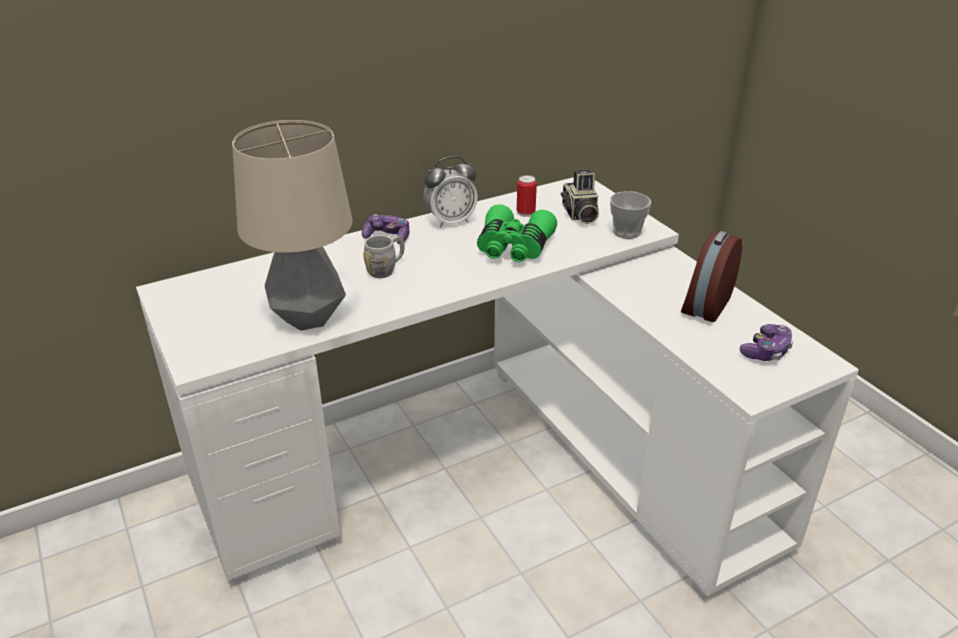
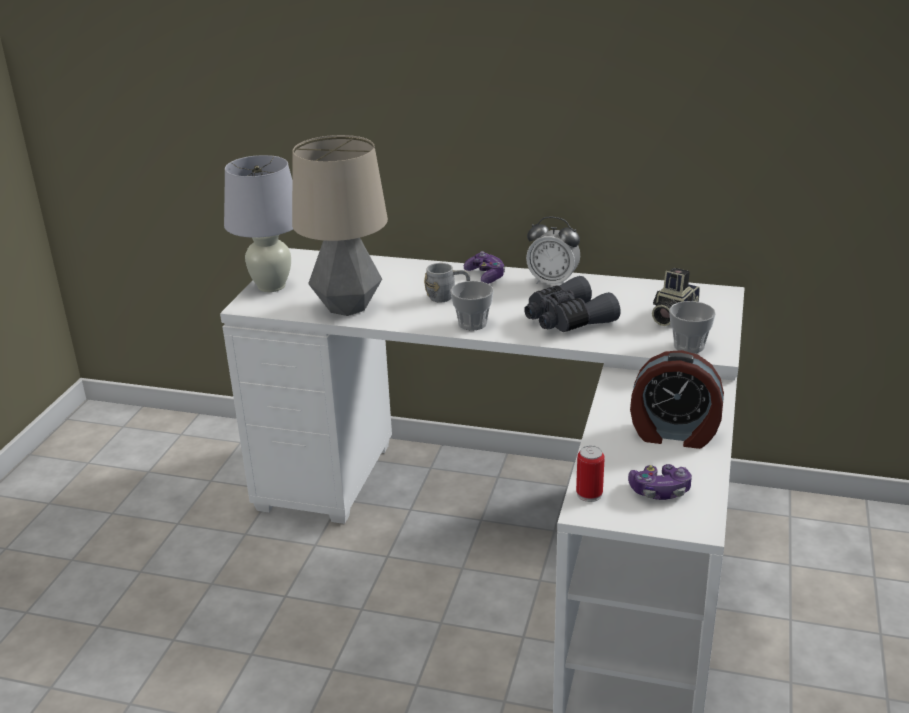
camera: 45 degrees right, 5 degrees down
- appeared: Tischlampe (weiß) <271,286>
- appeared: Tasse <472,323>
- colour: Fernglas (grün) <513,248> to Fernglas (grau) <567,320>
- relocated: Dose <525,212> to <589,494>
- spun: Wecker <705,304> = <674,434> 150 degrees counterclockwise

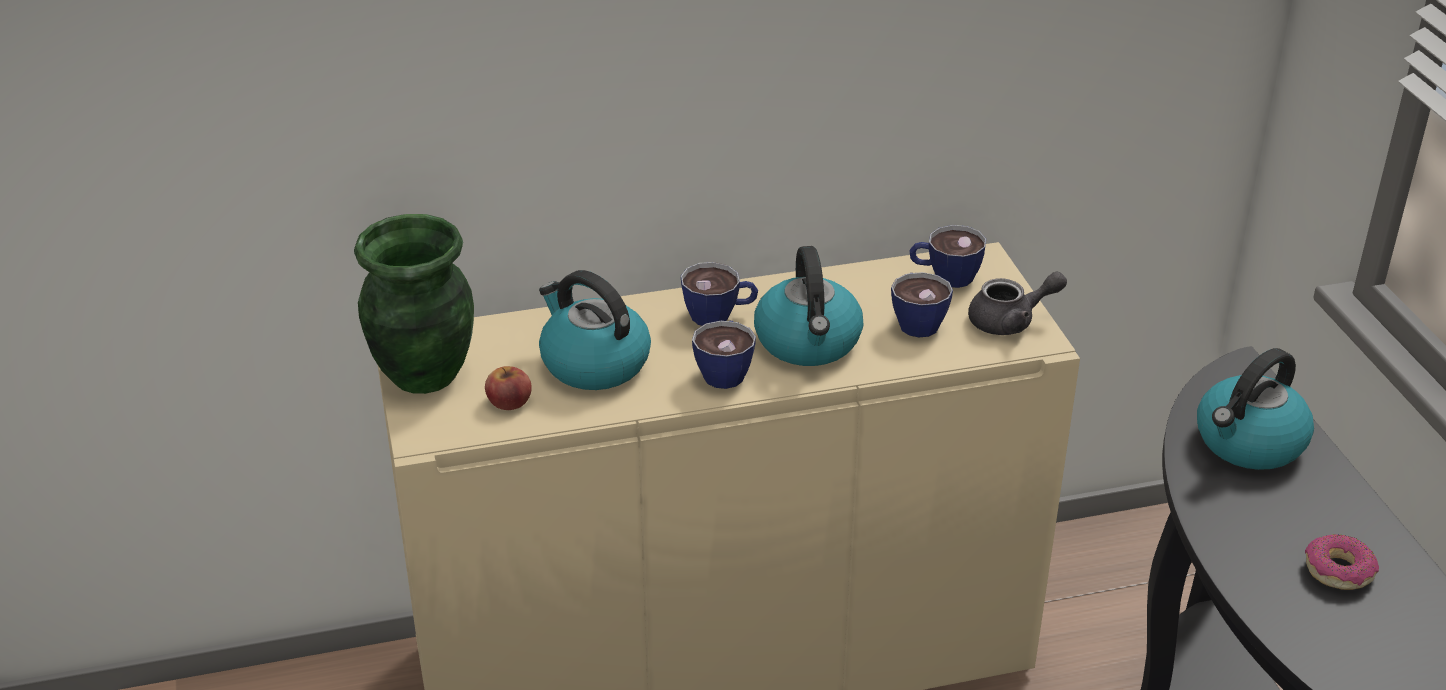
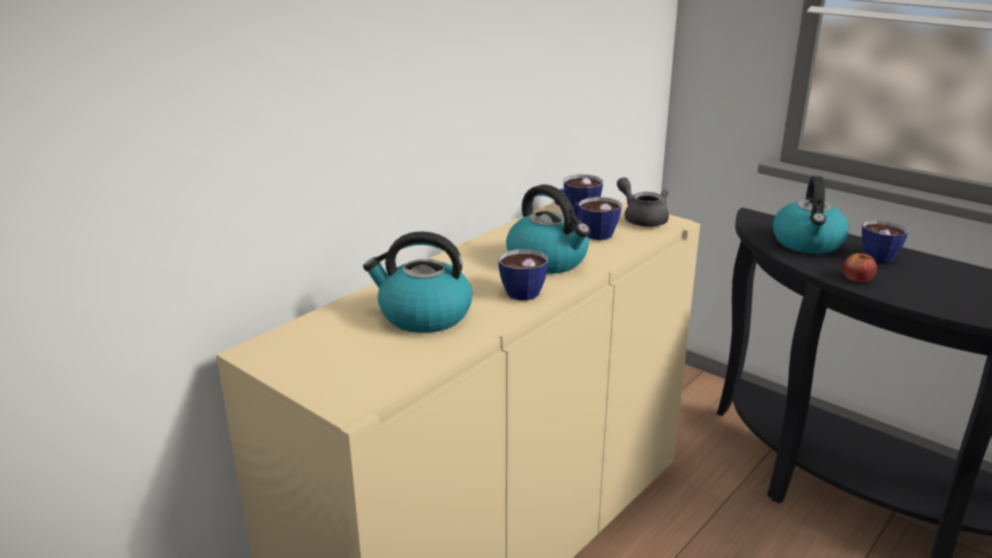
camera: 35 degrees left, 10 degrees down
- spun: Teekanne (grau) <1010,321> = <642,218> 75 degrees counterclockwise
- relocated: Apfel <509,401> to <857,278>
- relocated: Tasse <719,315> to <881,255>
- missing: Vase (grün) <423,375>
- missing: Donut <1338,571>

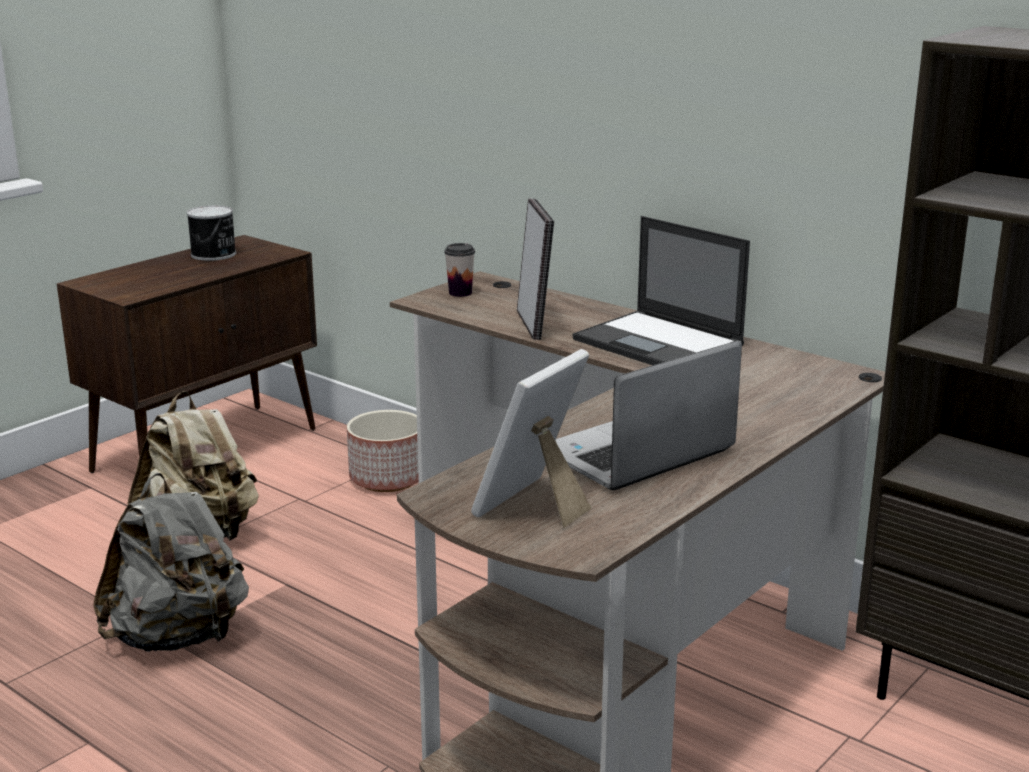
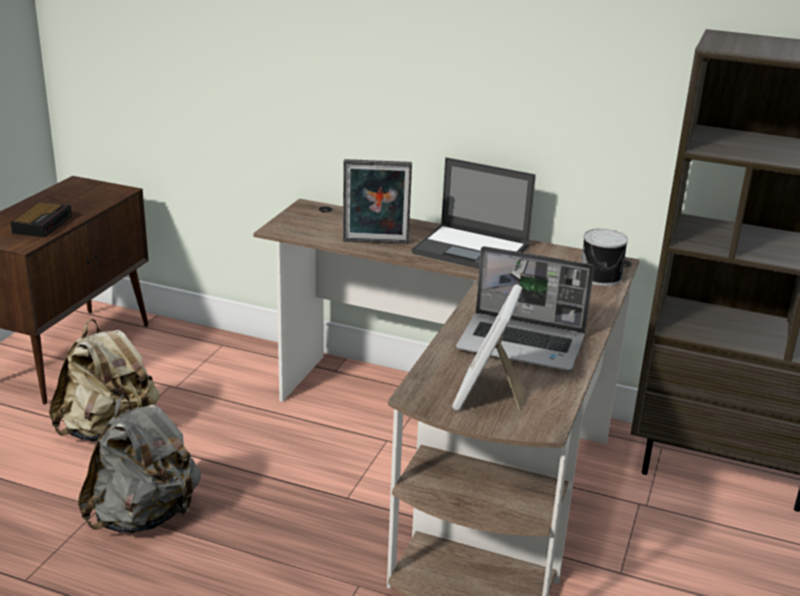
camera: 20 degrees left, 5 degrees up
- appeared: Wecker <43,224>
- spun: Bilderrahmen <534,325> = <375,243> 120 degrees clockwise
- spun: Laptop <636,454> = <523,344> 105 degrees counterclockwise
- relocated: Dose <214,254> to <601,276>
- missing: Pflanzkübel <386,478>
- missing: Tasse <460,293>

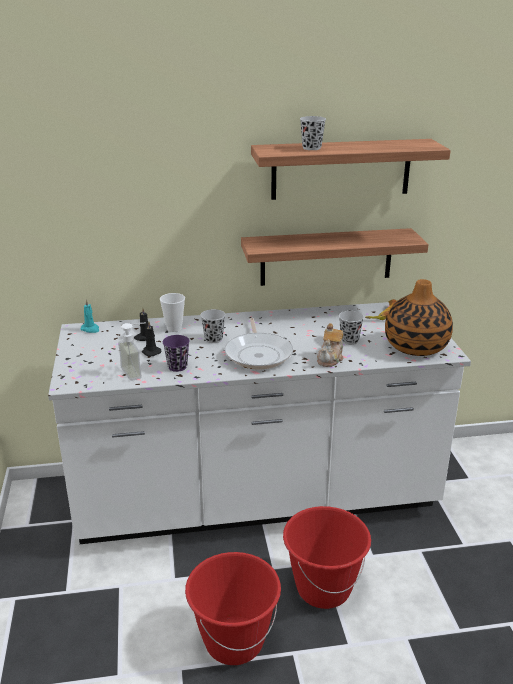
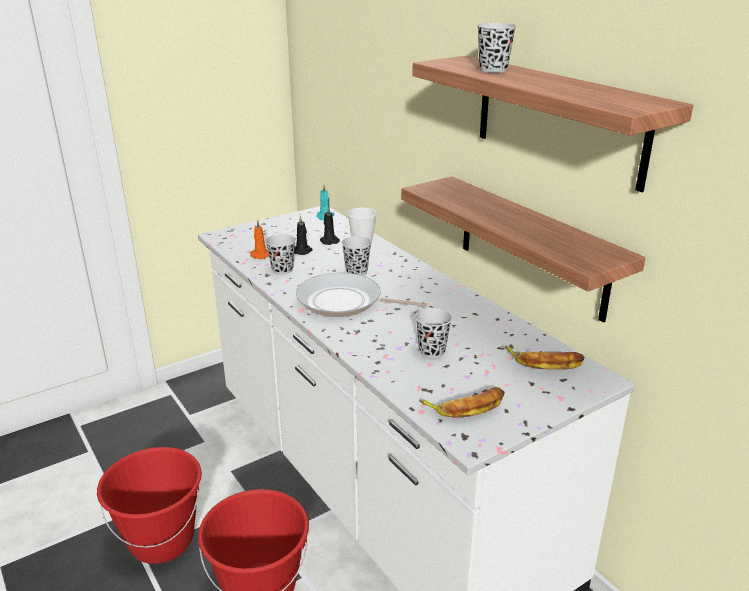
camera: 65 degrees right, 0 degrees up
- exchanged: Seifenspender <137,371> to Kerze (orange) <259,255>
- colour: Tasse (lila) <177,367> to Tasse (schwarz) <282,269>
- spun: Pfanne <258,354> = <344,302> 45 degrees clockwise
- exchanged: Vase <415,346> to Banane <466,406>
- missing: Teekanne <330,358>

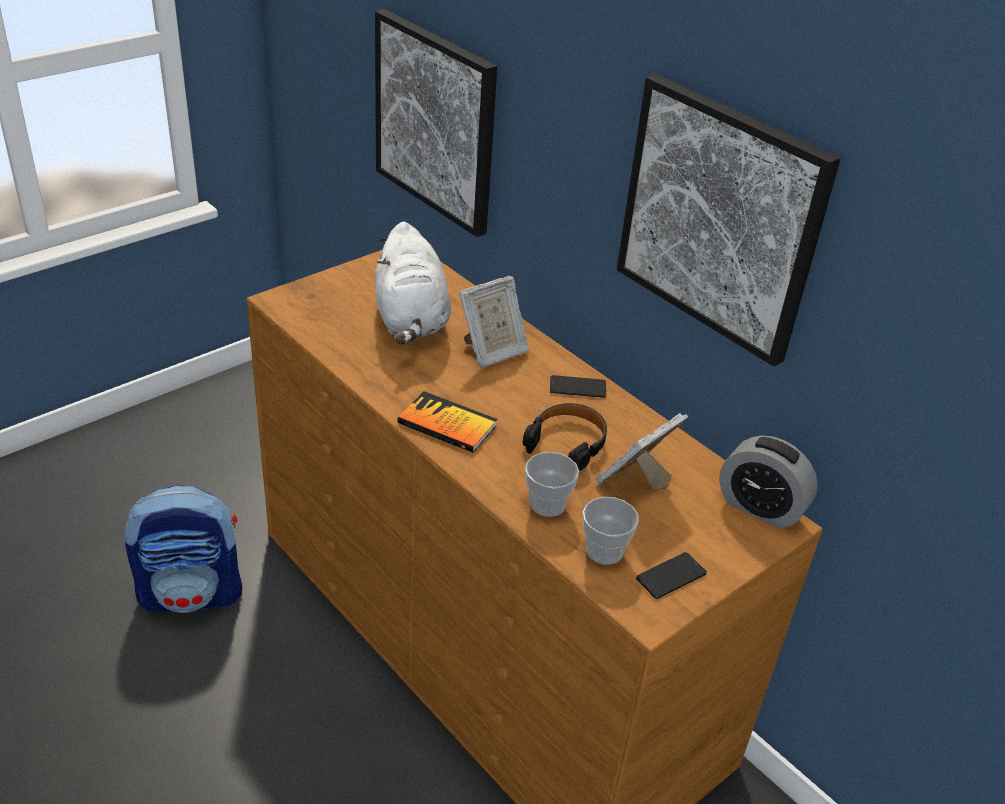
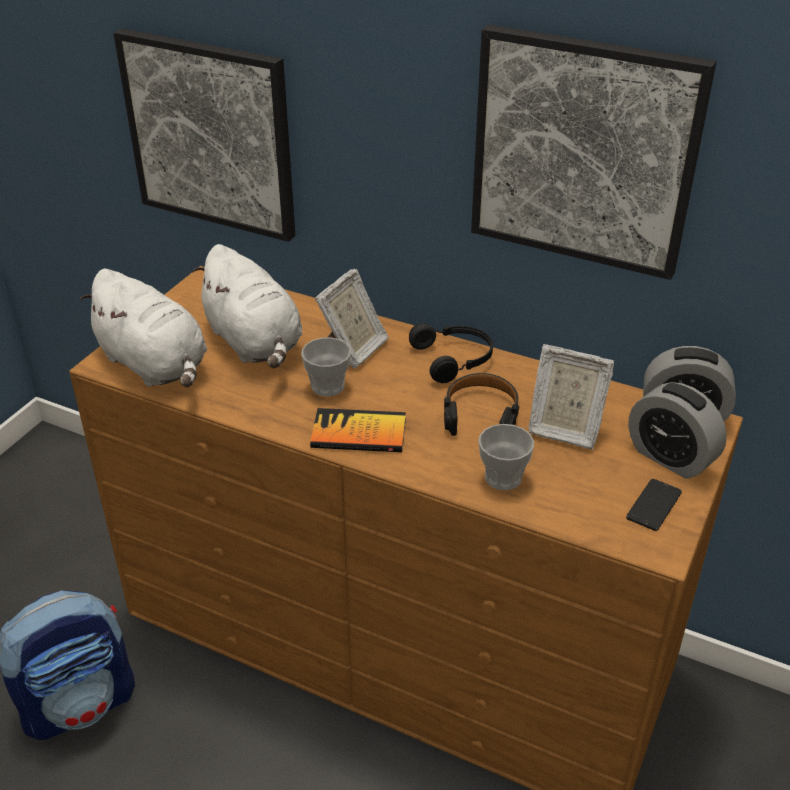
camera: 20 degrees left, 0 degrees up
- appeared: Plüschtier (weiß) <155,365>
- relocated: Tasse <604,551> to <328,386>
- exchanged: Handy <577,387> to Kopfhörer (schwarz) <454,359>
- spun: Bilderrahmen <635,481> = <563,429> 90 degrees counterclockwise
- appeared: Wecker <670,457>

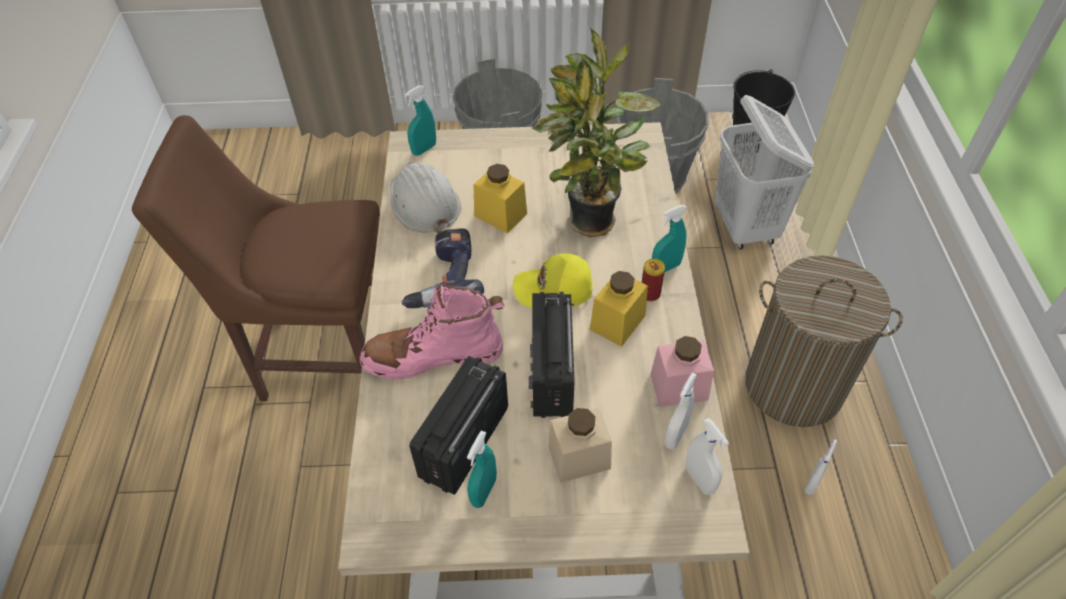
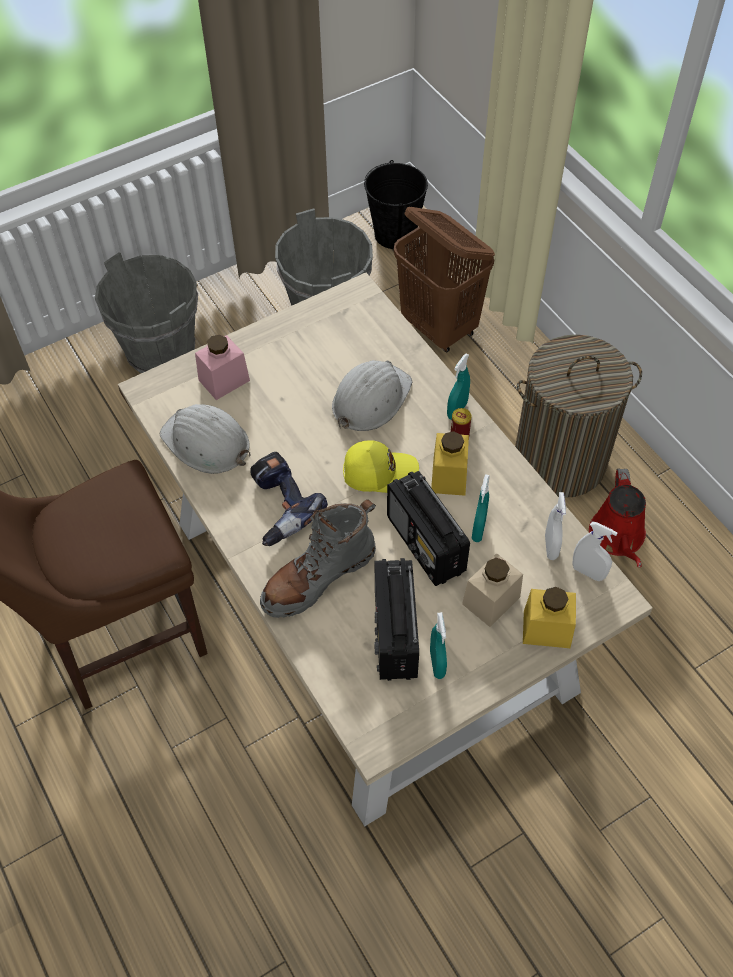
camera: 30 degrees left, 5 degrees up
- relocated: Vorratsglas (rosa) <679,387> to <224,380>
- colour: Stiefel (rosa) <433,356> to Stiefel (grau) <318,577>
- exchanged: Topfpflanze <590,225> to Schutzhelm (weiß) <370,399>
- spun: Kappe (gelb) <554,290> = <379,471> 150 degrees counterclockwise
- colour: Wäschekorb (weiß) <745,227> to Wäschekorb (braun) <439,328>
- relocated: Sprühflasche (türkis) <424,149> to <478,529>
- relocated: Vorratsglas (gelb) <500,215> to <546,629>
- exchanged: Sprühflasche (weiß) <812,484> to Gießkanne (rot) <617,537>

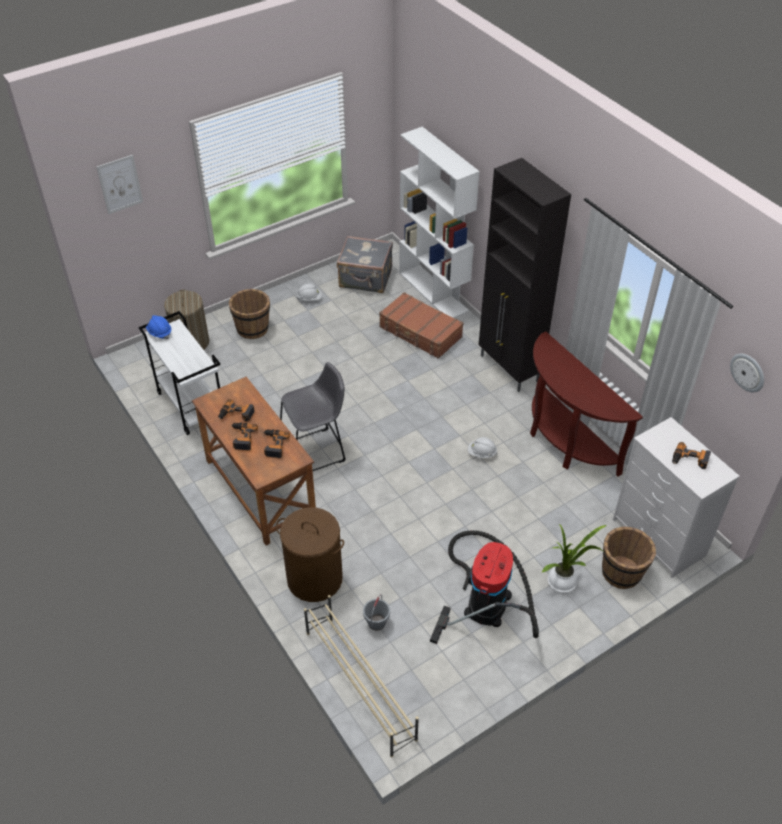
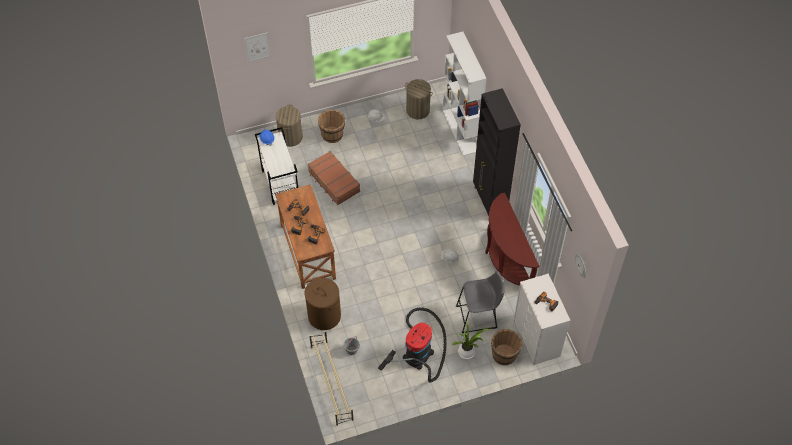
camera: 15 degrees right, 10 degrees up
- relocated: Koffer (braun) <420,332> to <334,182>
- exchanged: Koffer (grau) <365,279> to Wäschekorb <418,110>
- relocated: Hocker (grau) <315,452> to <479,317>

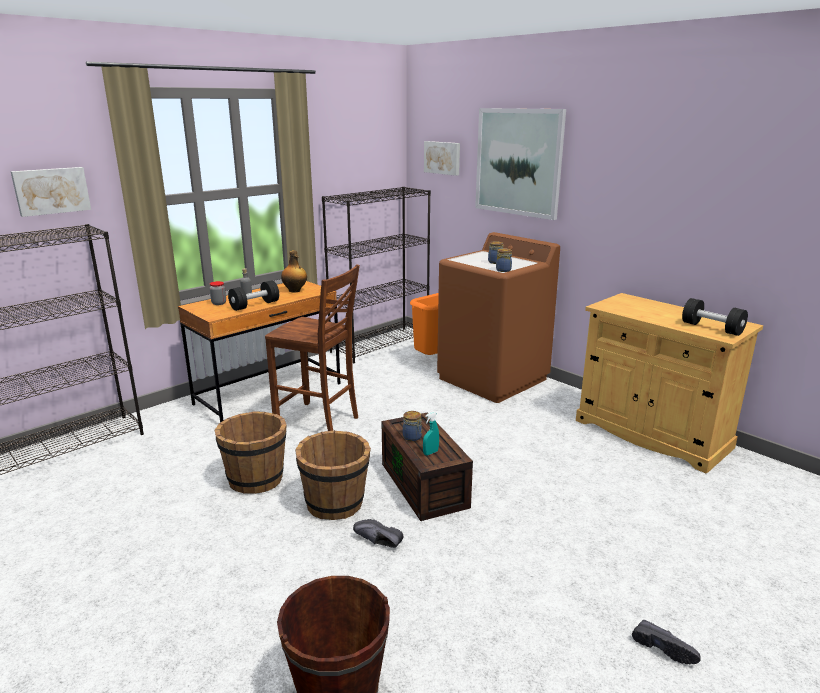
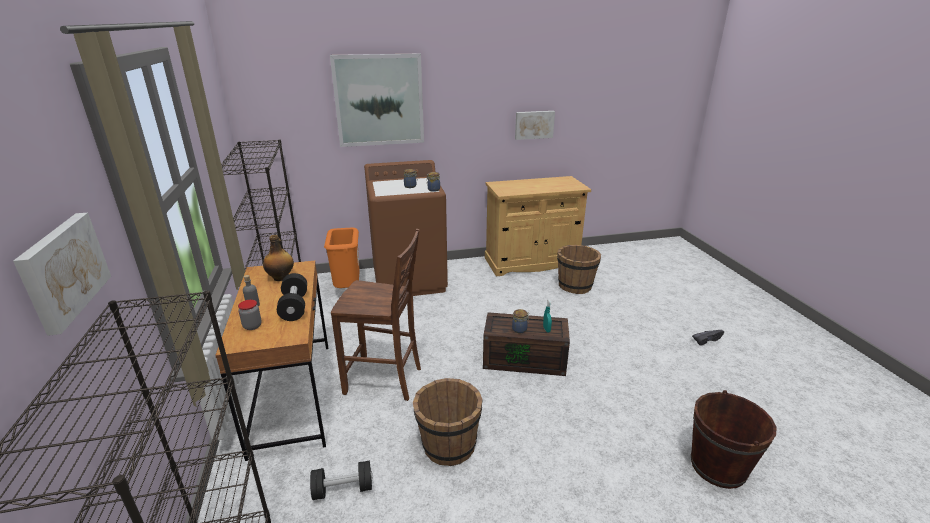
camera: 60 degrees left, 5 degrees up
- relocated: Hantel (schwarz) <712,328> to <343,489>
- spun: Stuhl (braun) <319,422> = <385,380> 45 degrees clockwise
- relocated: Bild <442,157> to <534,124>
- relocated: Eimer (braun) <335,503> to <575,286>
- missing: Schuh (schwarz) <377,543>

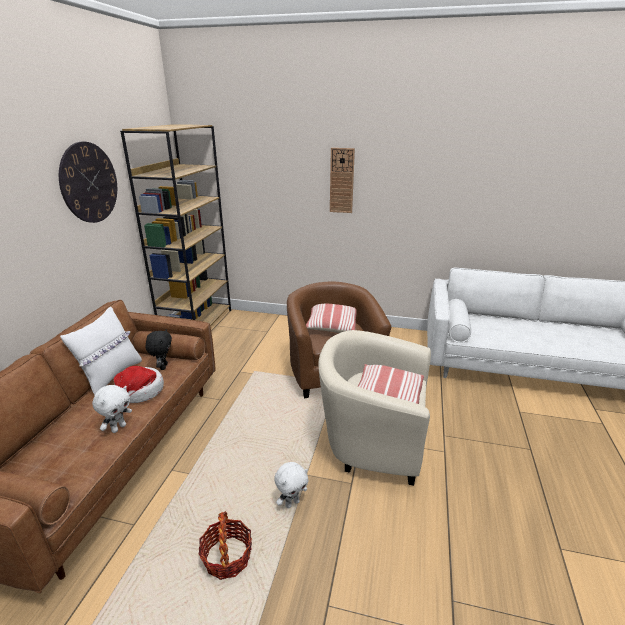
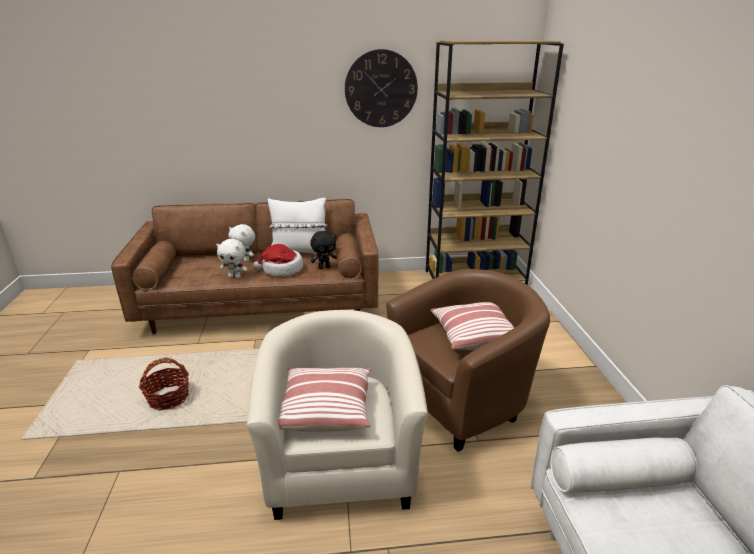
camera: 70 degrees right, 0 degrees up
- relocated: Plüschtier (weiß) <292,503> to <245,260>
- missing: Wanduhr <341,181>

